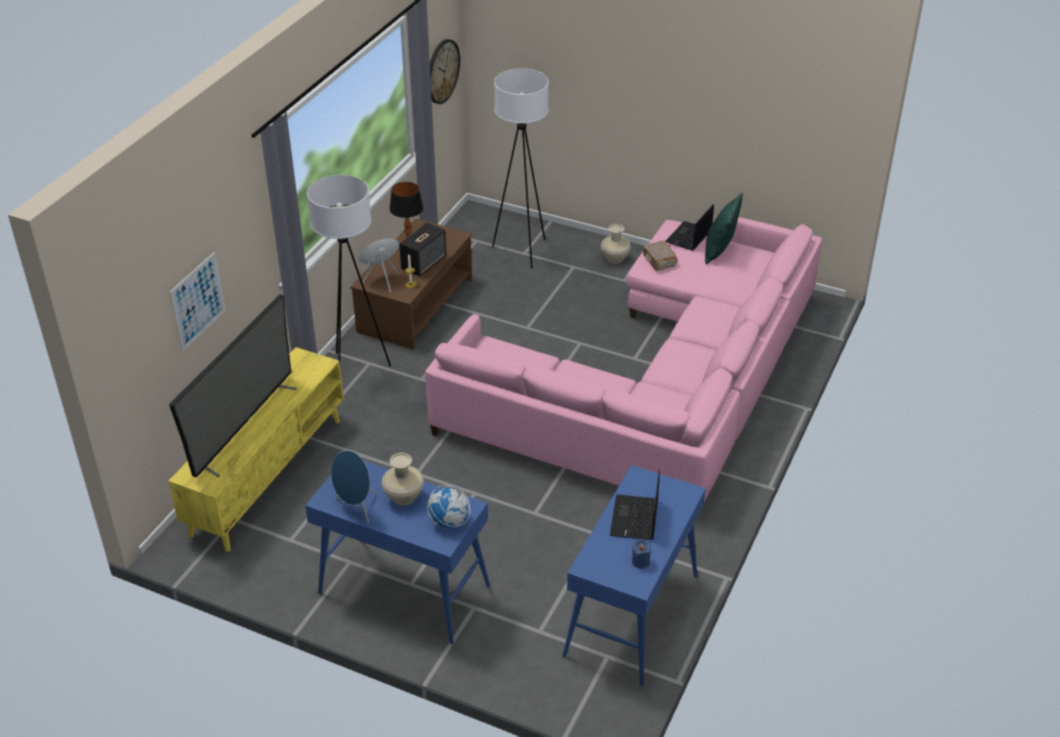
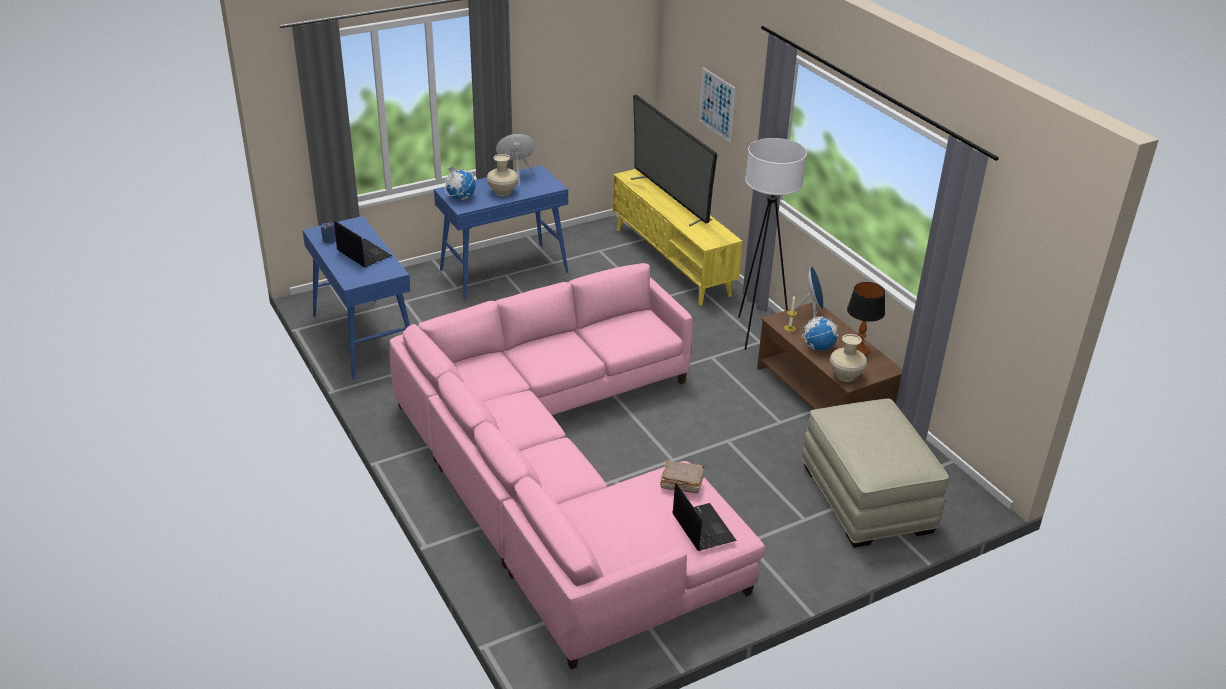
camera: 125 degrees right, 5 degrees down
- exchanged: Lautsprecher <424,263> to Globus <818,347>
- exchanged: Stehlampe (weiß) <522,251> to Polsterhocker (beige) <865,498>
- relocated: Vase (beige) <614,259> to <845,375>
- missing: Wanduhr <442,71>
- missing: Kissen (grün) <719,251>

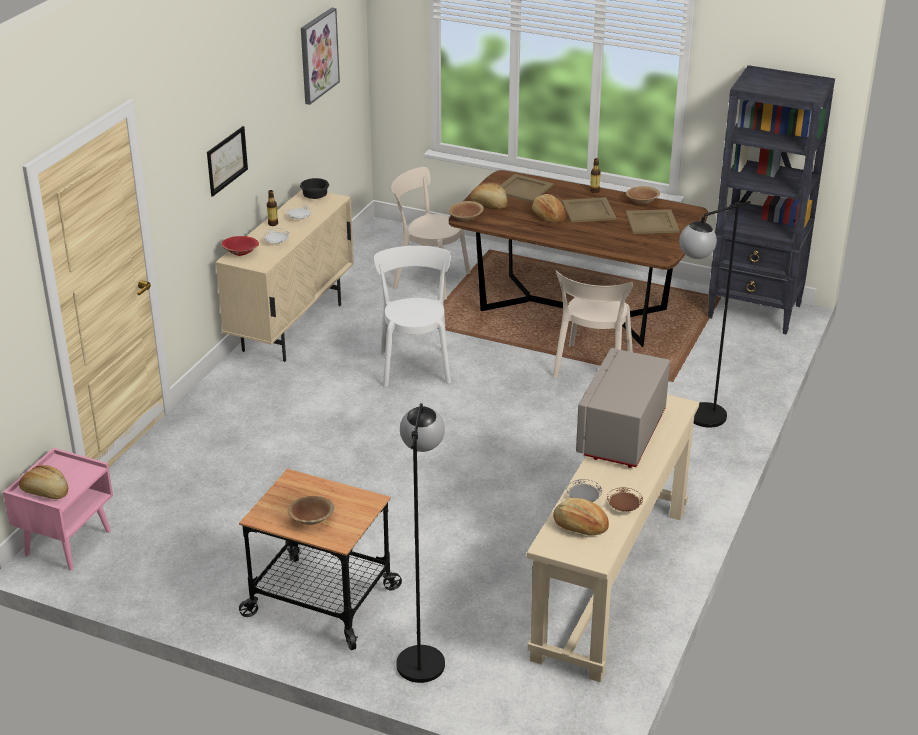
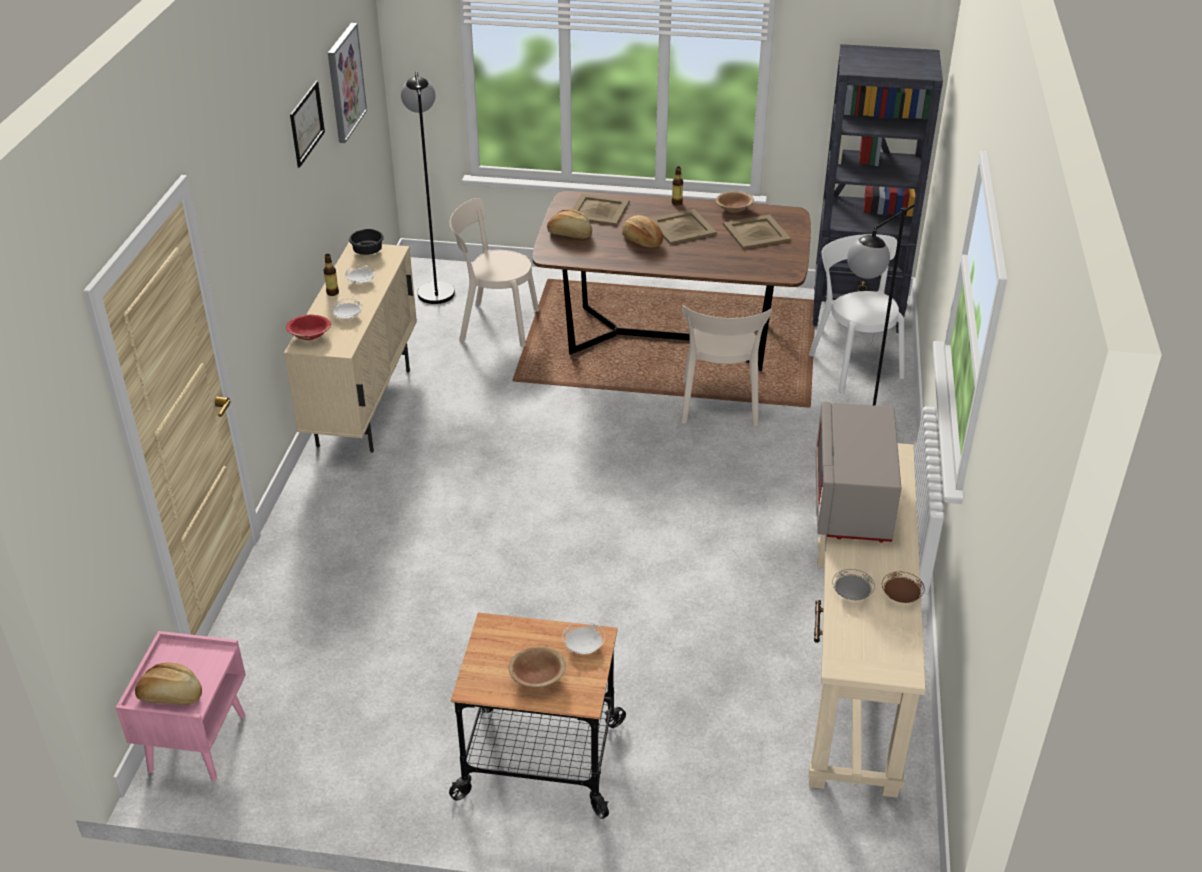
camera: 15 degrees left, 5 degrees up
- relocated: Bild <226,160> to <306,123>
- relocated: Stehlampe (schwarz) <422,652> to <435,287>
- appeared: Teller (weiß) <584,646>
- relocated: Stuhl (weiß) <415,365> to <853,364>
- missing: Schüssel (braun) <466,218>
- missing: Brot <580,526>

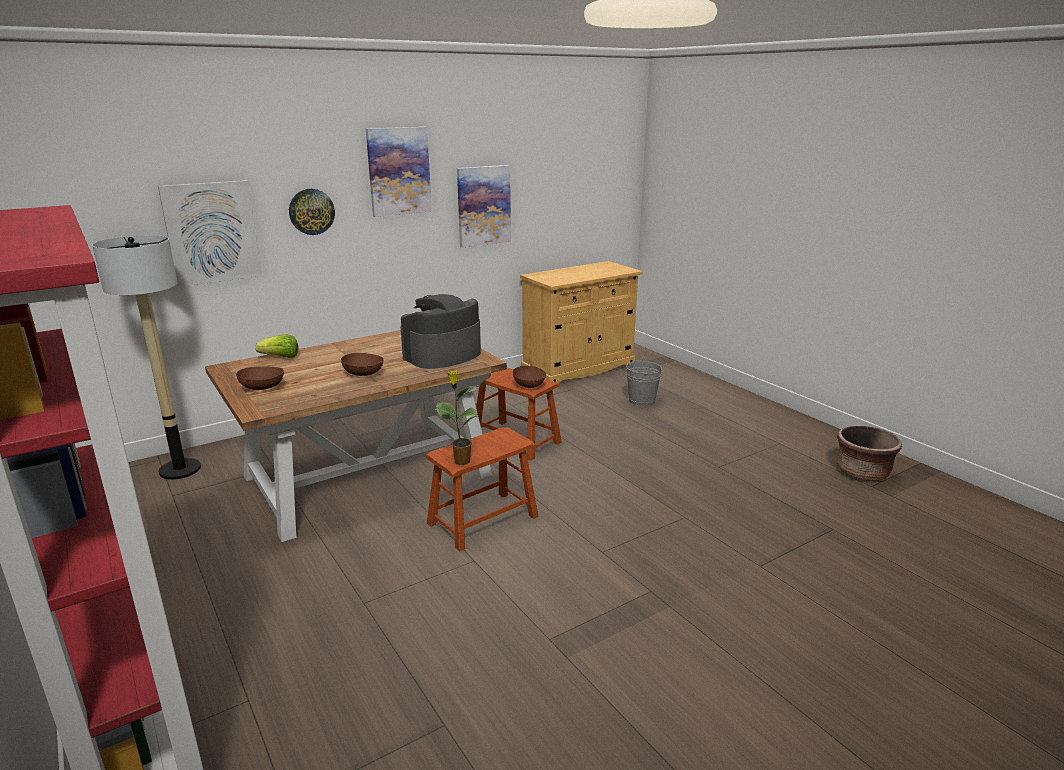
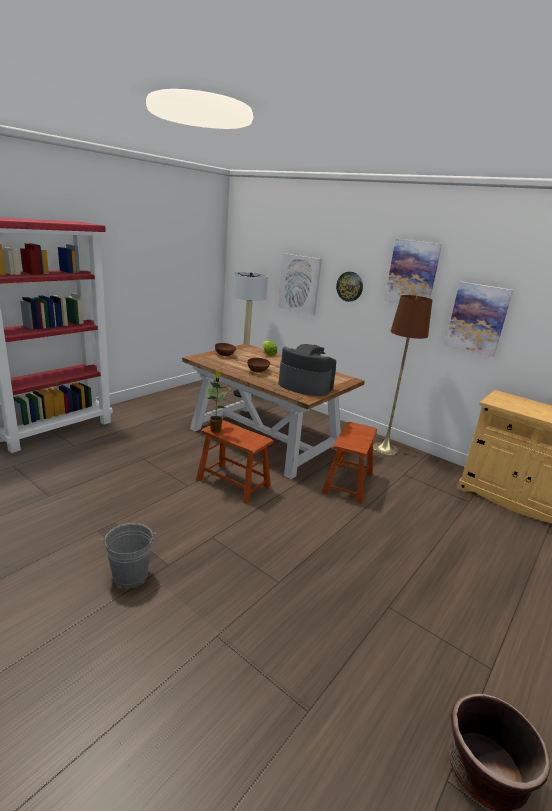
camera: 70 degrees right, 0 degrees up
- relocated: Eimer (grau) <641,400> to <130,575>
- appeared: Stehlampe (braun) <385,449>
- missing: Schüssel (braun) <529,386>

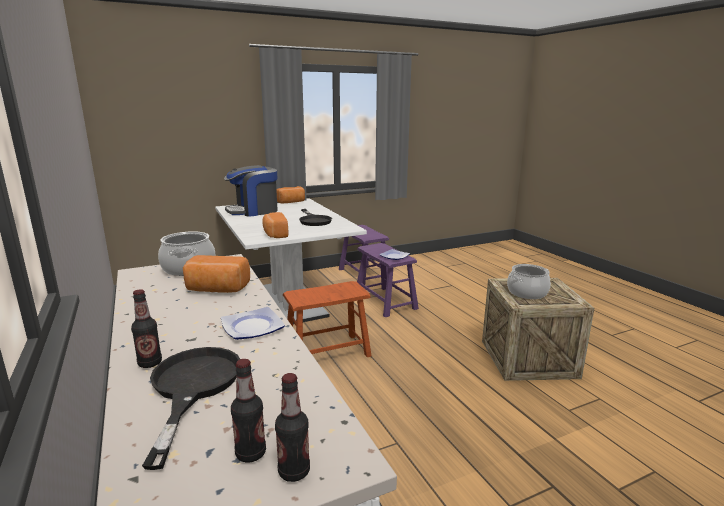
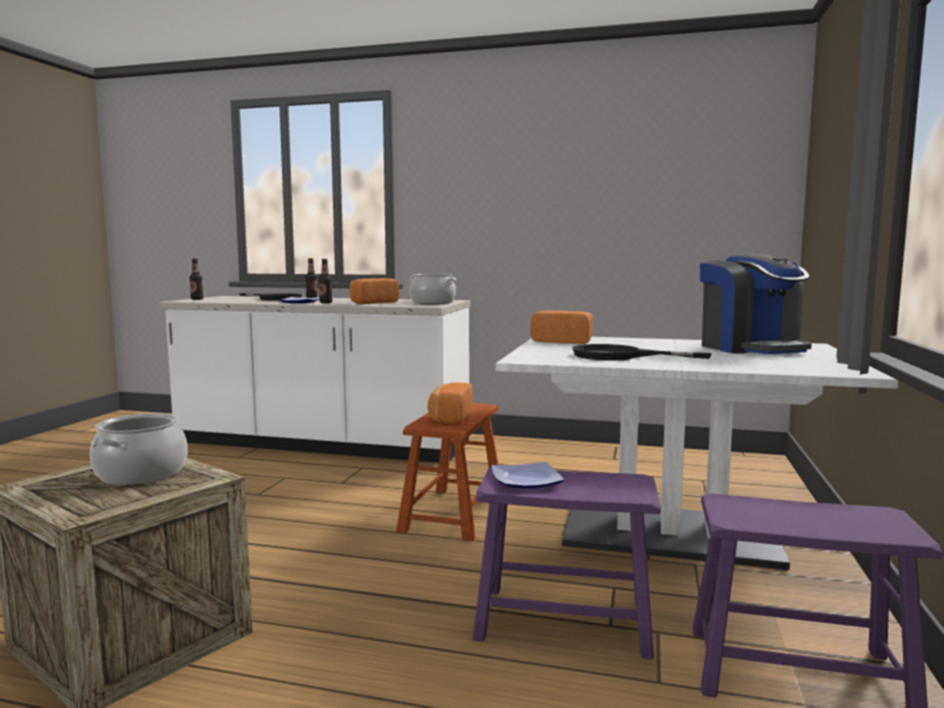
camera: 130 degrees right, 10 degrees down
- relocated: Flasche <251,453> to <326,303>
- relocated: Brot <291,202> to <449,417>
- spun: Kaffeemaschine <253,211> = <750,348> 150 degrees clockwise

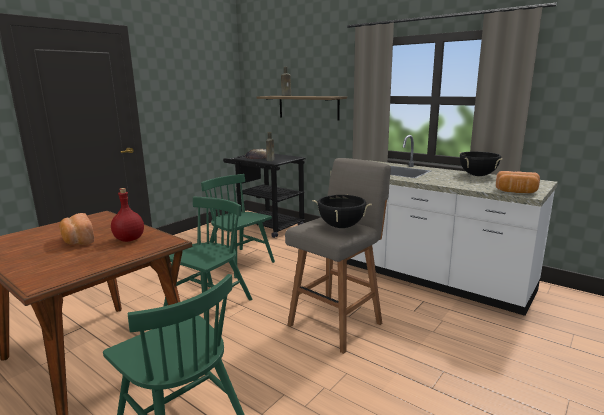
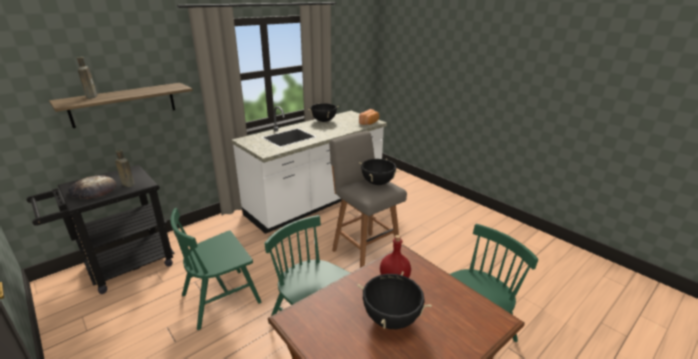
camera: 80 degrees left, 10 degrees up
- exchanged: Brot <77,240> to Kochtopf (schwarz) <391,319>

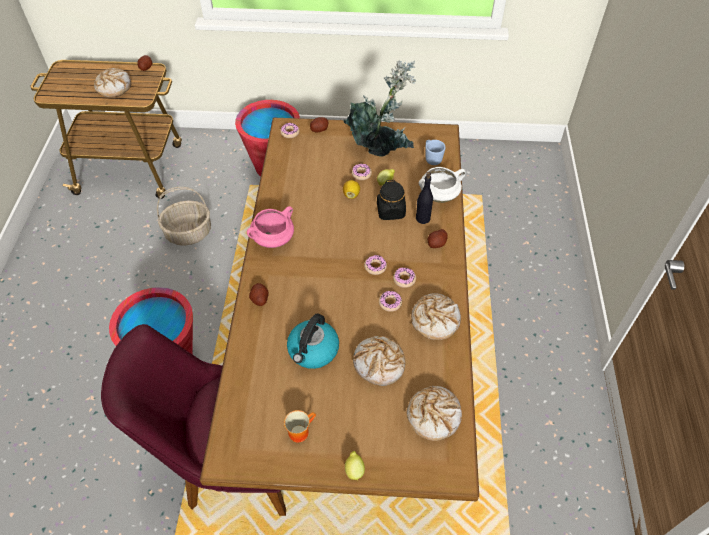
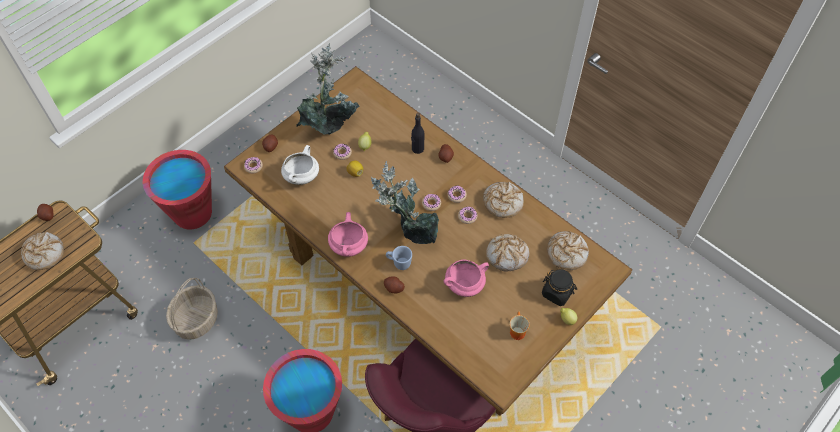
camera: 50 degrees left, 5 degrees up
- relocated: Kochtopf (weiß) <439,195> to <301,176>
- appeared: Topfpflanze <408,230>
- relocated: Henkelbecher (blau) <432,158> to <399,263>
- exchanged: Wasserkessel <313,351> to Kochtopf (rosa) <465,284>
- relocated: Vorratsglas (schwarz) <391,211> to <557,293>

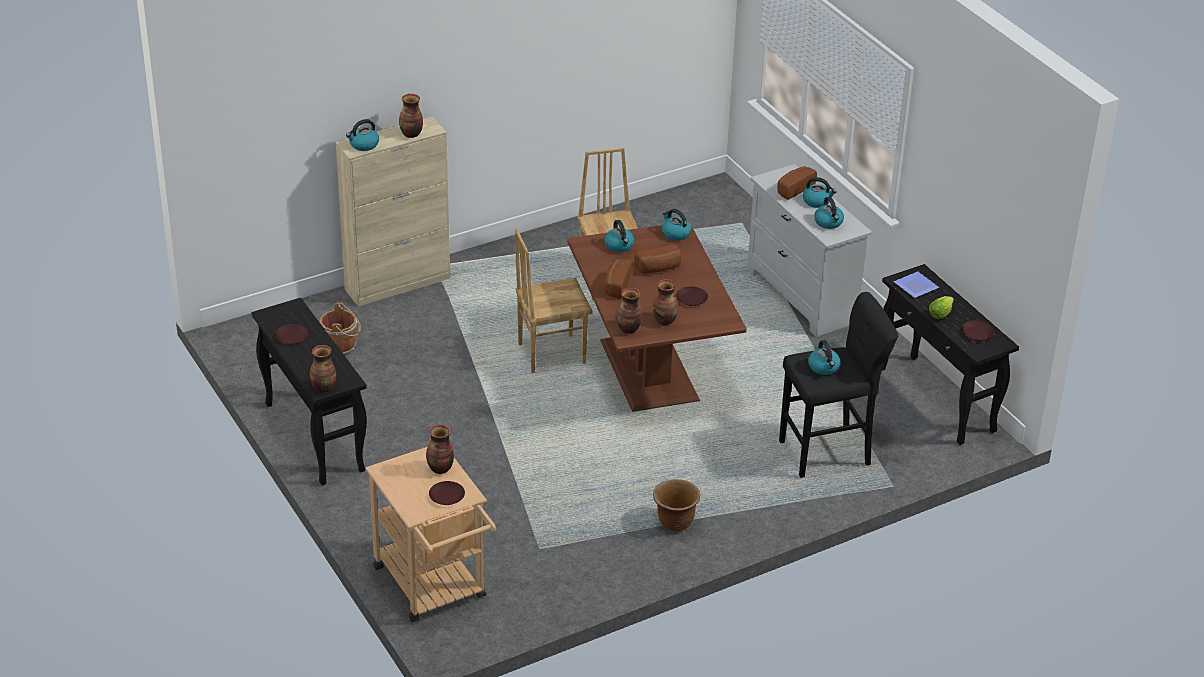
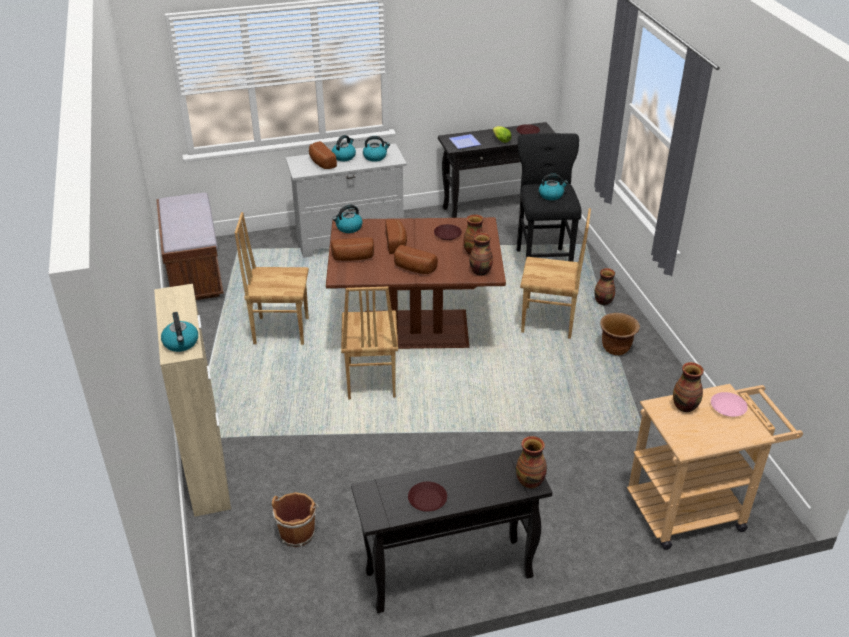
camera: 75 degrees left, 0 degrees up
- appeared: Bank (braun) <194,274>
- exchanged: Wasserkessel <619,246> to Brot <353,258>
- appeared: Stuhl (braun) <548,323>
- relocated: Vase <411,134> to <603,302>
- colour: Teller (braun) <446,496> to Teller (rosa) <727,407>

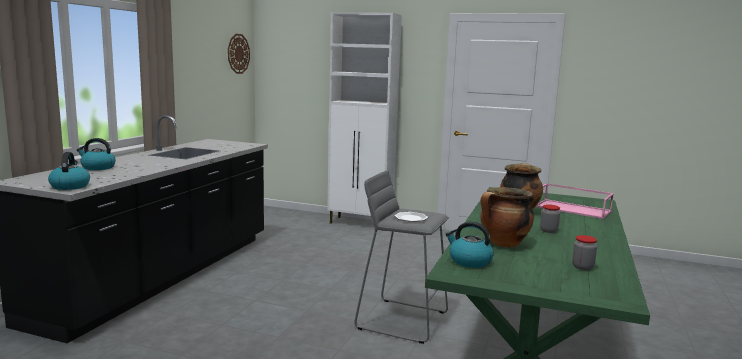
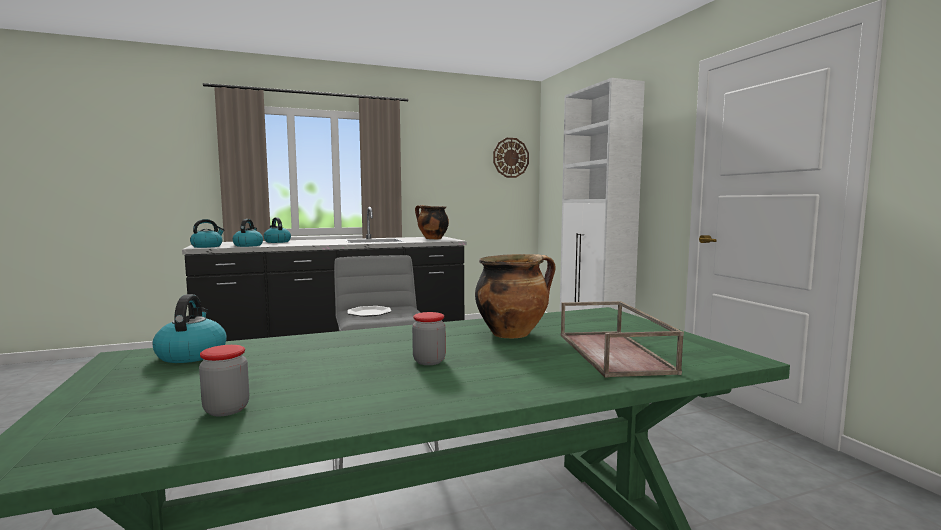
camera: 50 degrees right, 5 degrees down
- appeared: Wasserkessel <248,245>
- relocated: Kochtopf <503,244> to <432,239>
- colour: Tablett (rosa) <573,209> to Tablett (braun) <615,353>

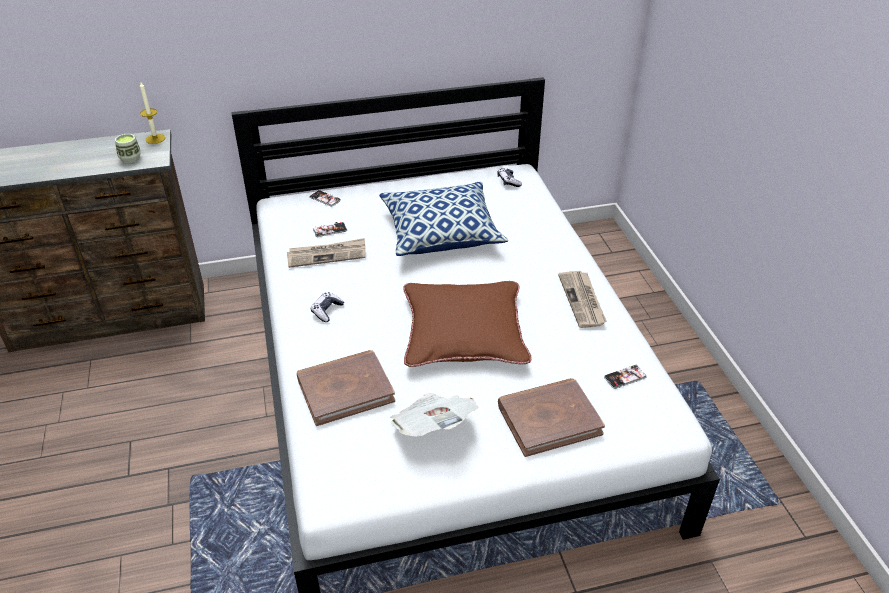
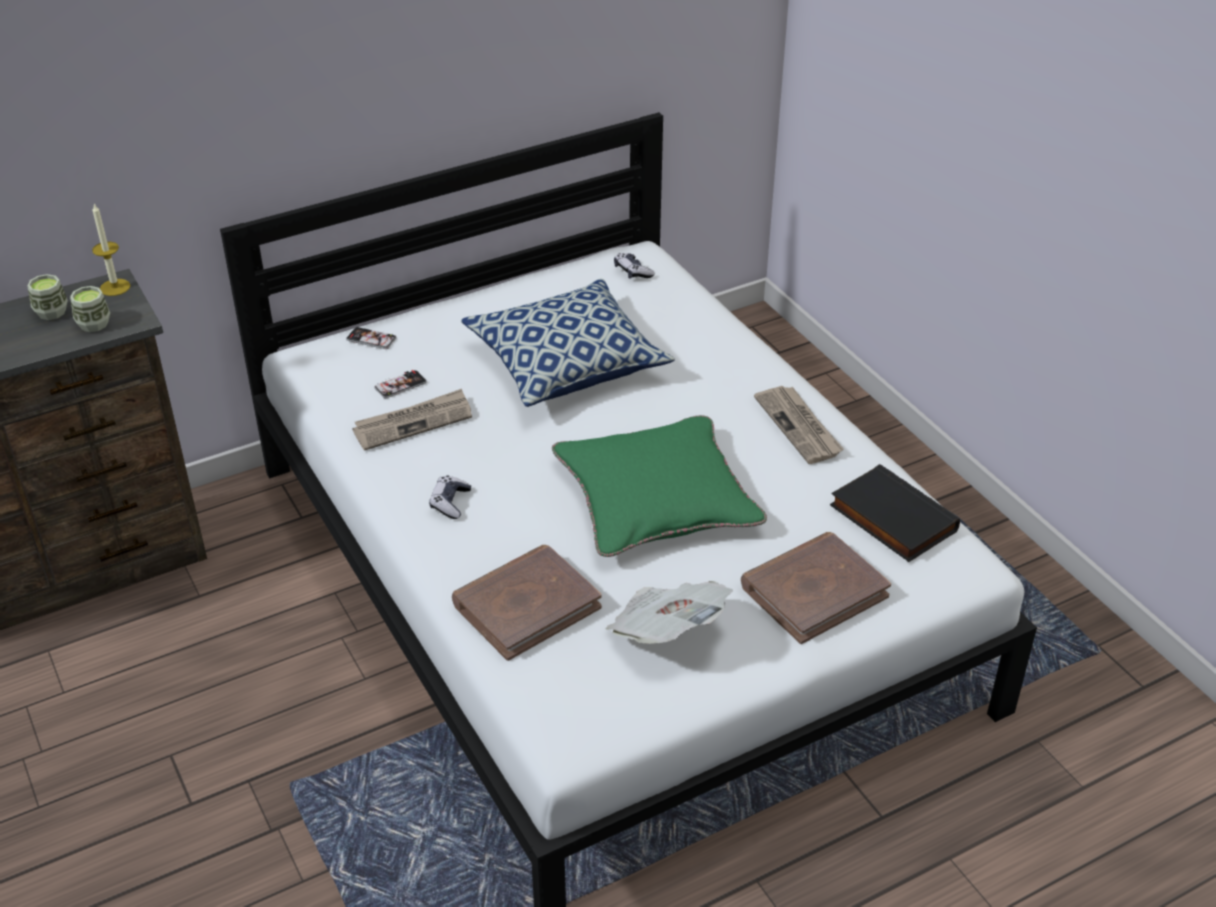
camera: 15 degrees left, 0 degrees up
- appeared: Tasse <51,312>
- colour: Kissen (braun) <464,332> to Kissen (grün) <656,498>
- exchanged: Handy <625,377> to Buch (schwarz) <890,519>

